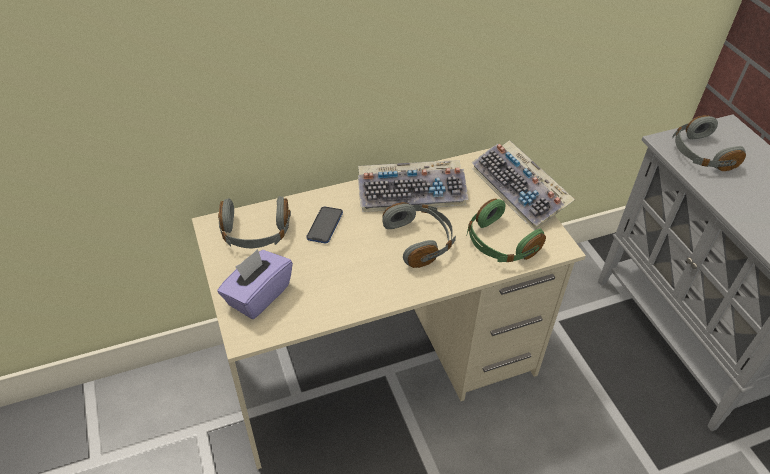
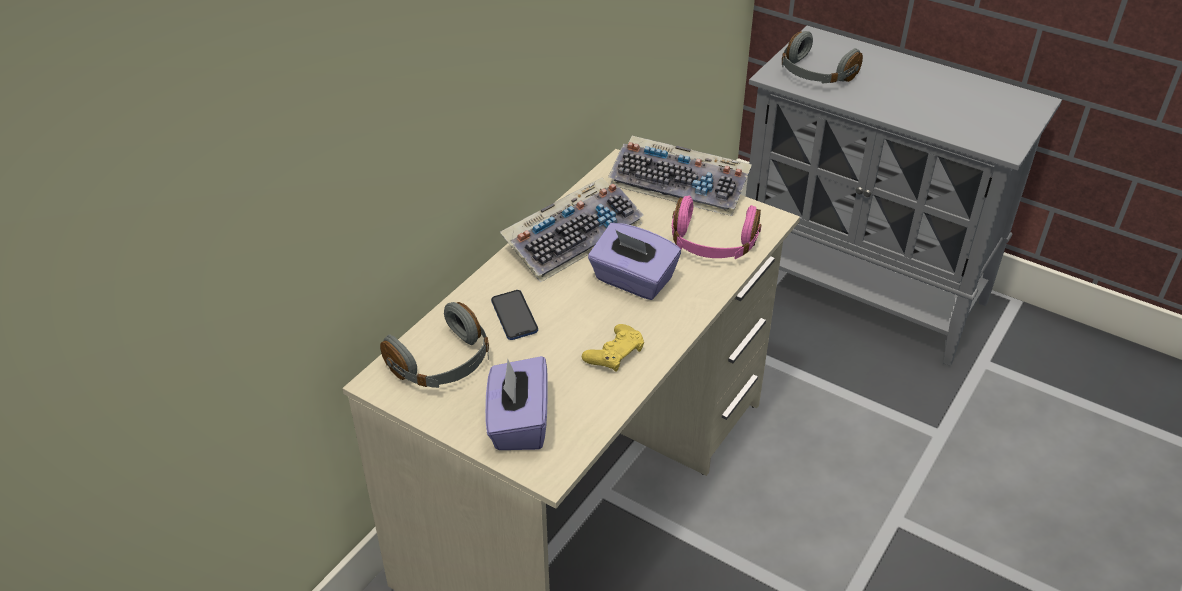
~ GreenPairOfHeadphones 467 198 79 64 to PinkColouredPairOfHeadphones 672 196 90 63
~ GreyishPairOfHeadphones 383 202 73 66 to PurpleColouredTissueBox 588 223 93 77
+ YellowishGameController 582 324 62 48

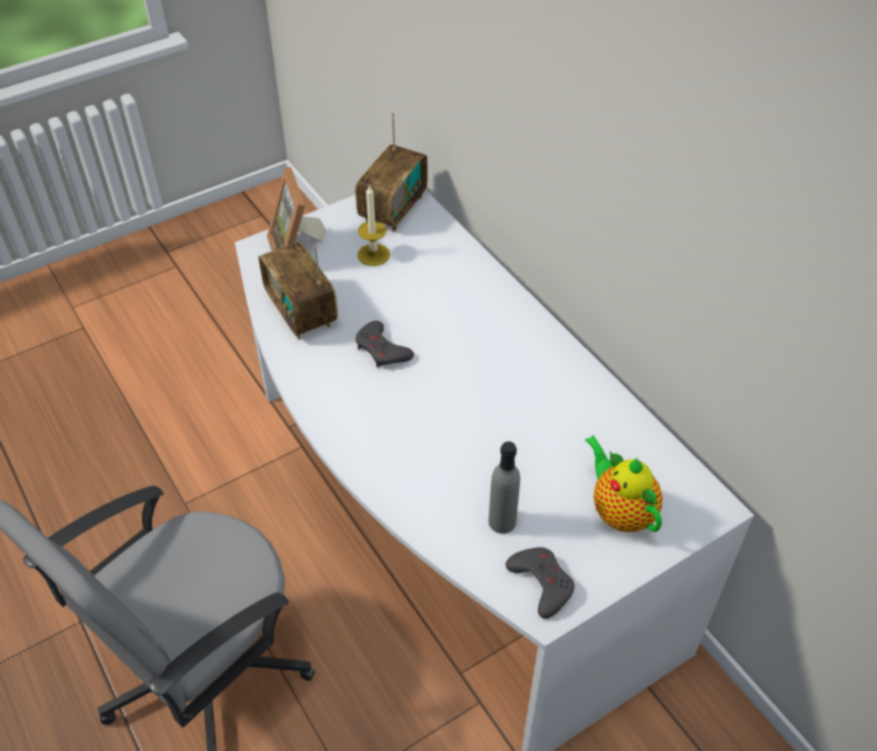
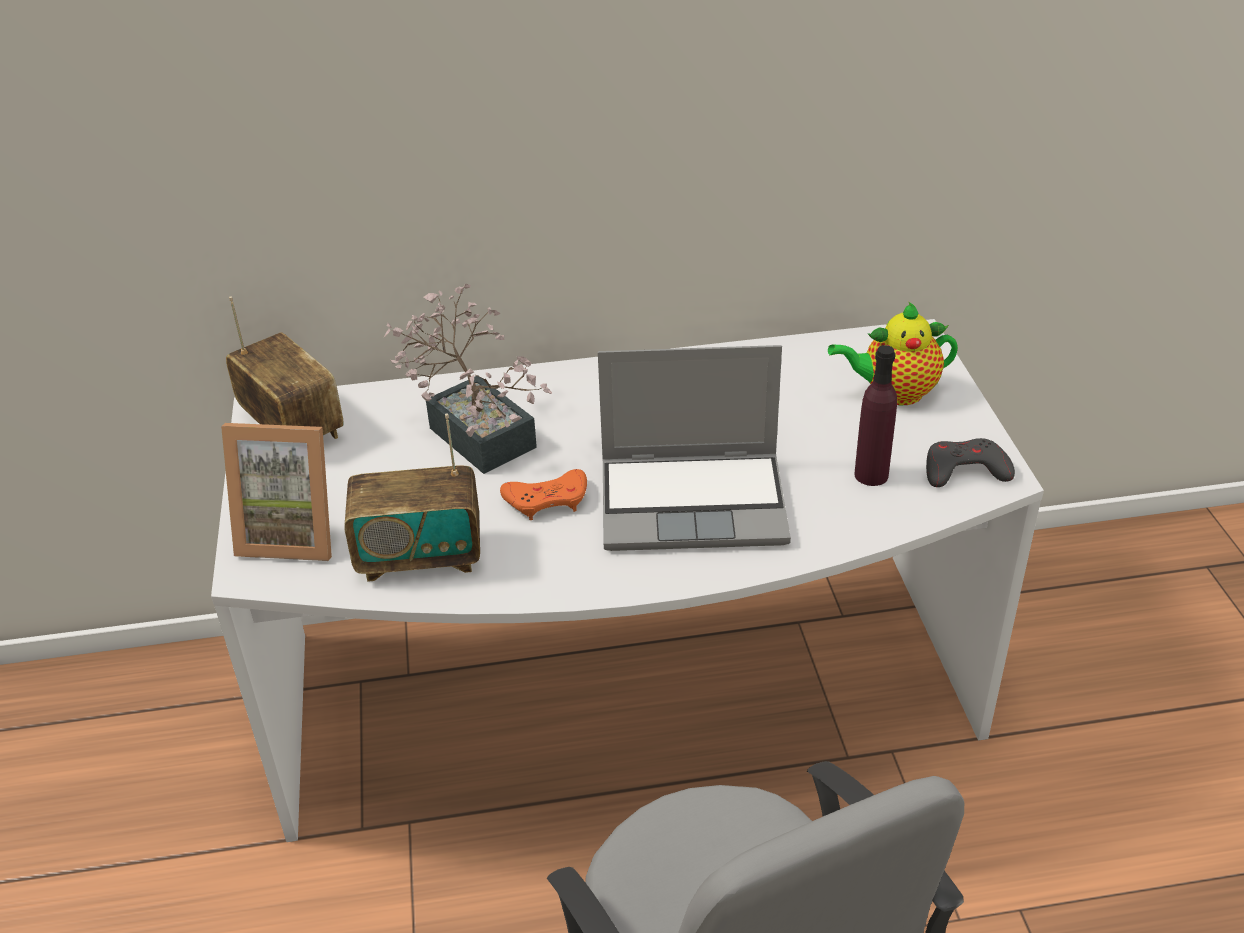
- Candle 357 185 33 81
~ GreyishGameController 356 321 58 46 to OrangeyGameController 500 469 87 51
~ GreyishBottle 489 441 31 93 to PurpleColouredBottle 854 345 43 141
+ PlantInAPot 384 284 168 190
+ NotebookComputer 598 345 193 206

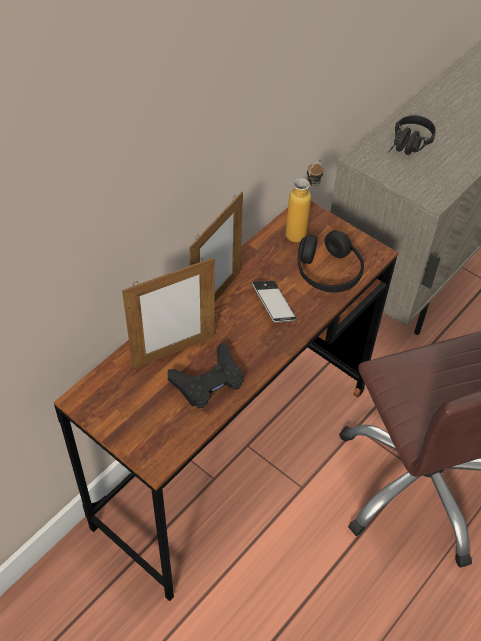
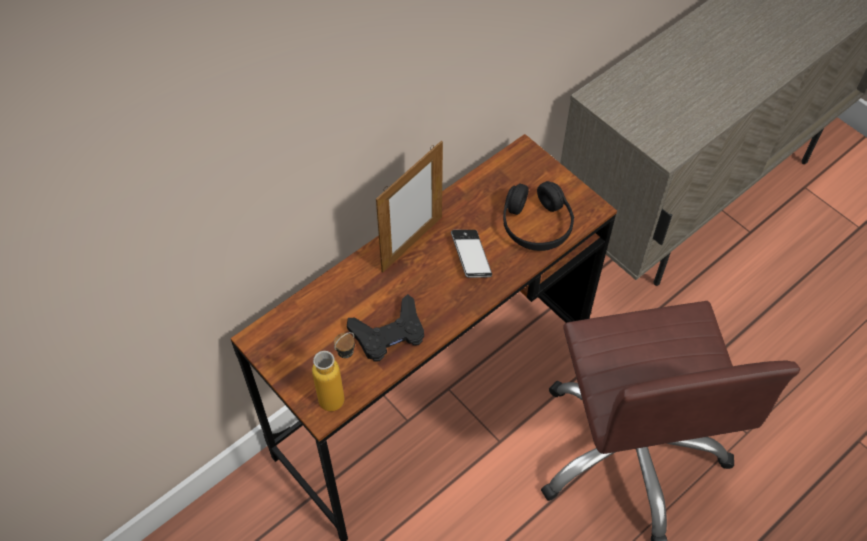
- BlackPairOfHeadphones 388 115 48 40
~ Bottle 286 160 38 82 to 312 332 43 79
- PictureFrame 122 257 92 112

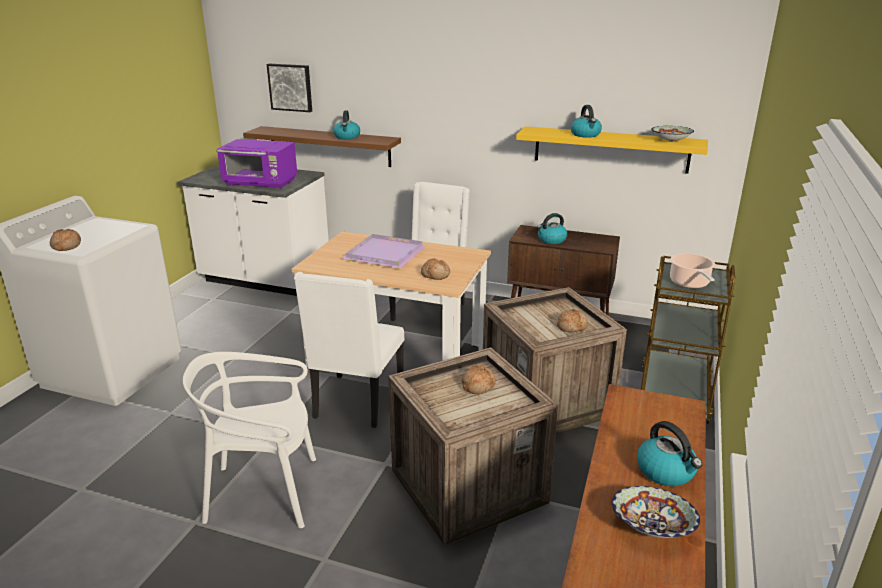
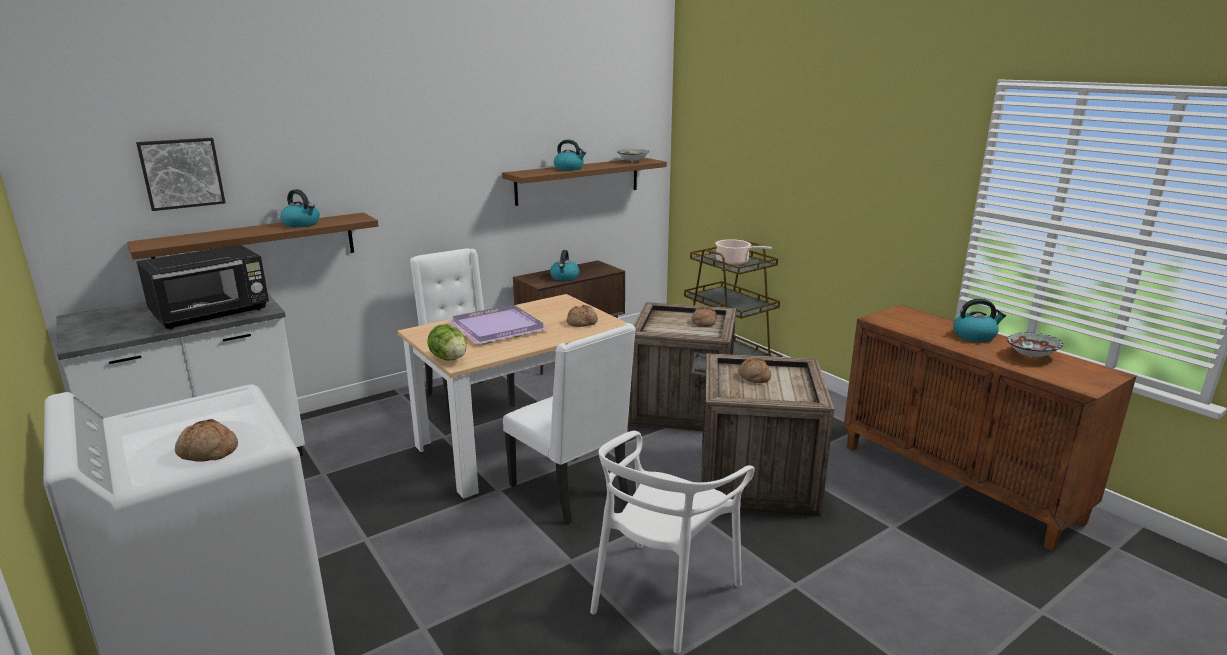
~ YellowishShelf 516 126 192 48 to BrownColouredShelf 502 158 165 48
~ PurpleColouredMicrowave 216 139 81 50 to BlackMicrowave 136 245 133 85
+ LettuceHead 428 324 39 37

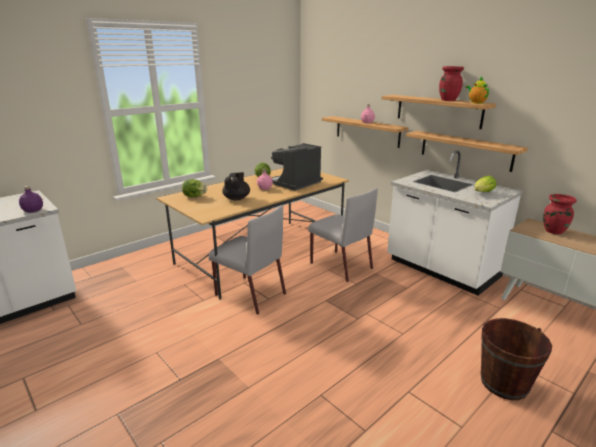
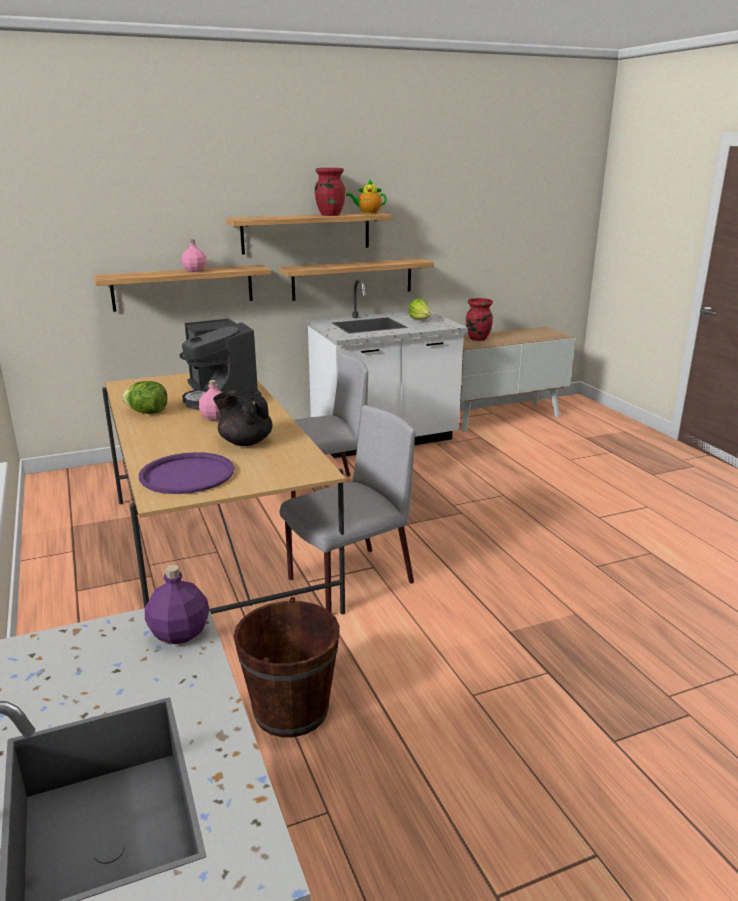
~ LettuceHead 182 179 25 18 to PurpleColouredCarryingTray 139 452 96 42
~ BrownColouredWaterBucket 480 318 72 82 to 233 597 107 140

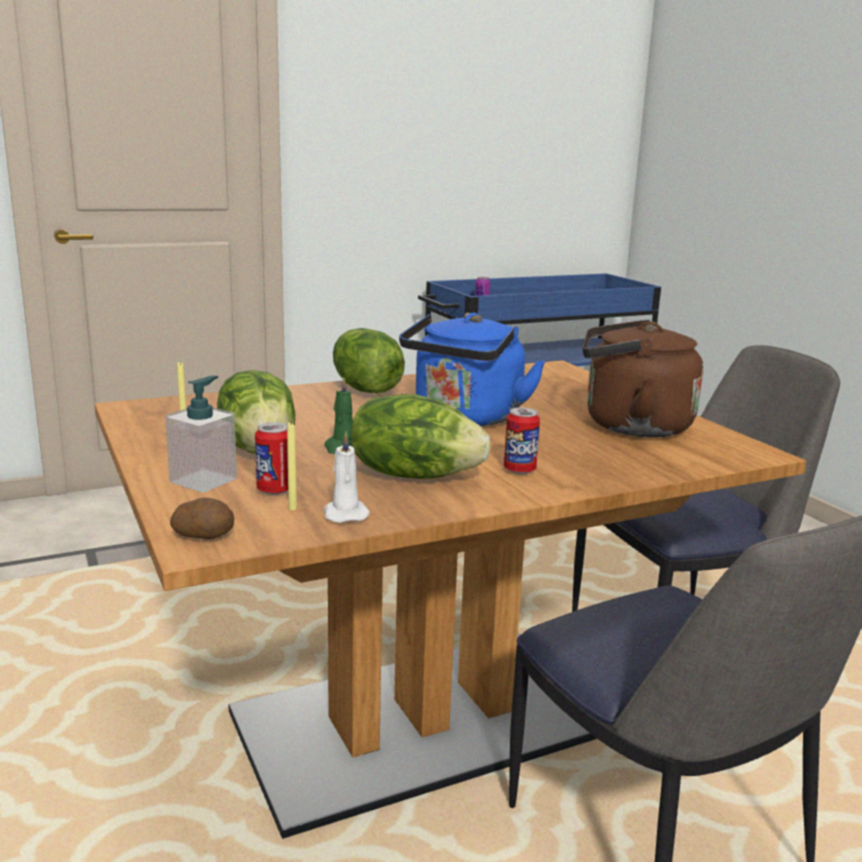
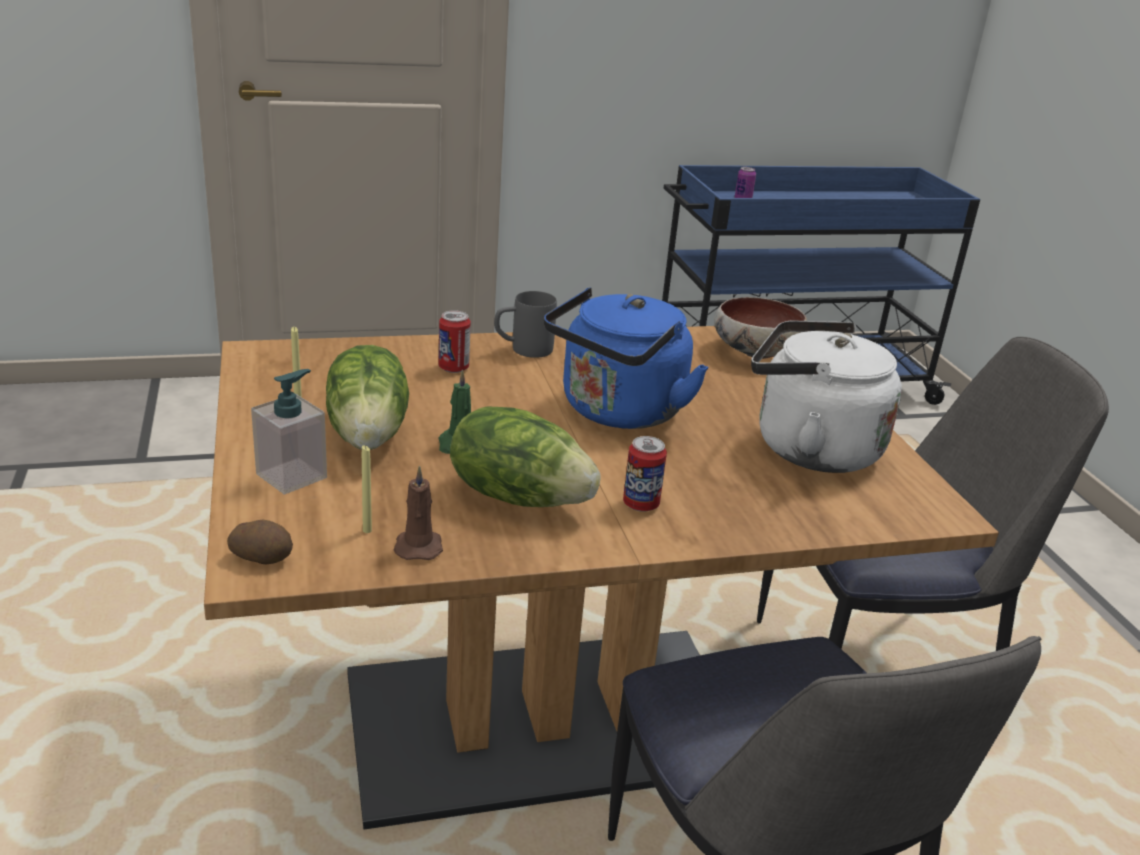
~ BrownColouredWaterKettle 582 320 121 117 to WhiteColouredWaterKettle 751 320 151 153
~ LettuceHead 333 328 72 65 to GreyishCoffeeMug 494 291 63 67
~ MetalCan 255 422 33 73 to 438 310 33 63
~ WhiteColouredCandle 324 431 46 92 to BrownColouredCandle 394 465 49 95
+ ServingBowl 714 297 93 62

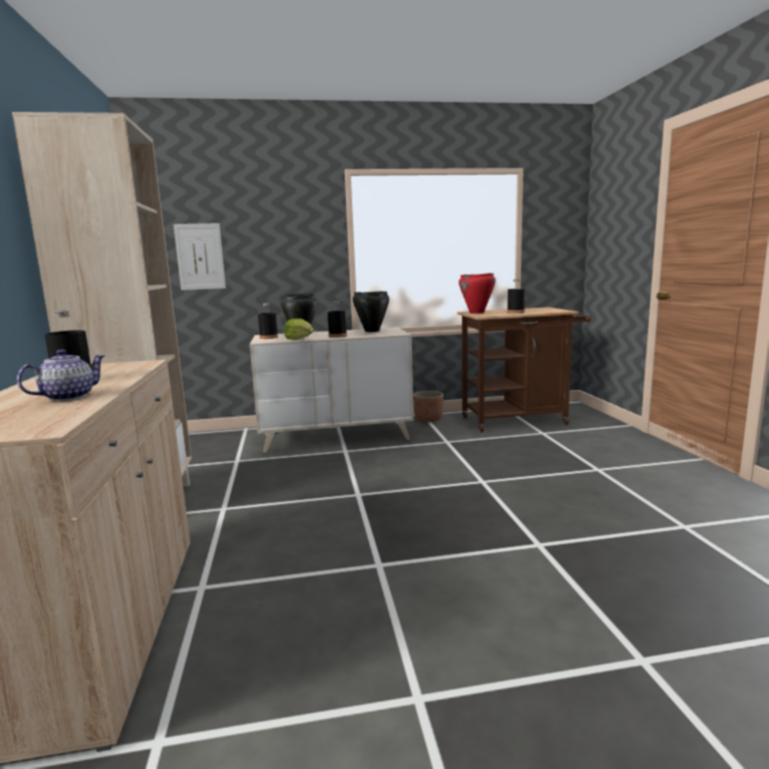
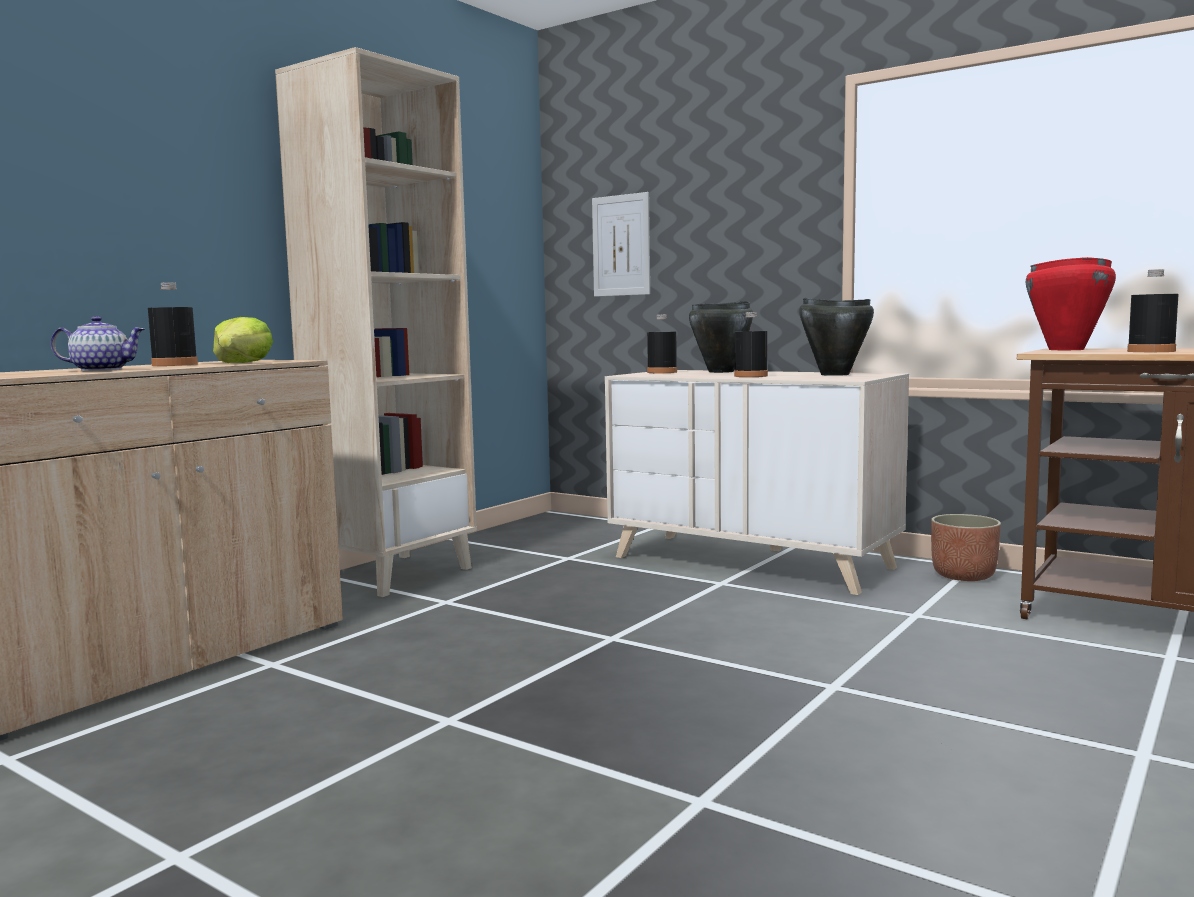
~ LettuceHead 284 318 29 22 to 213 317 60 46

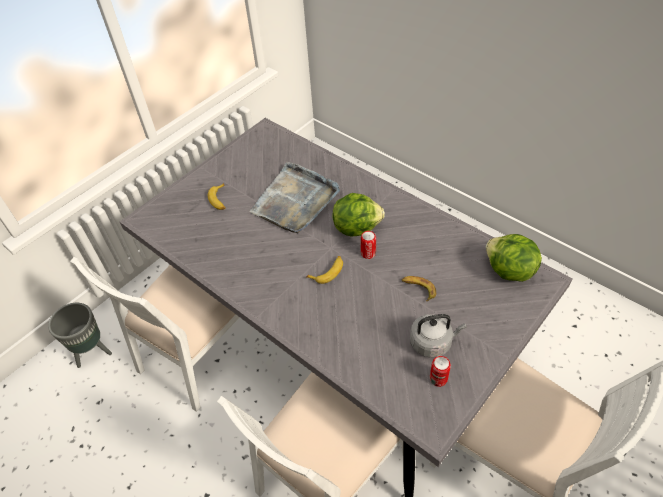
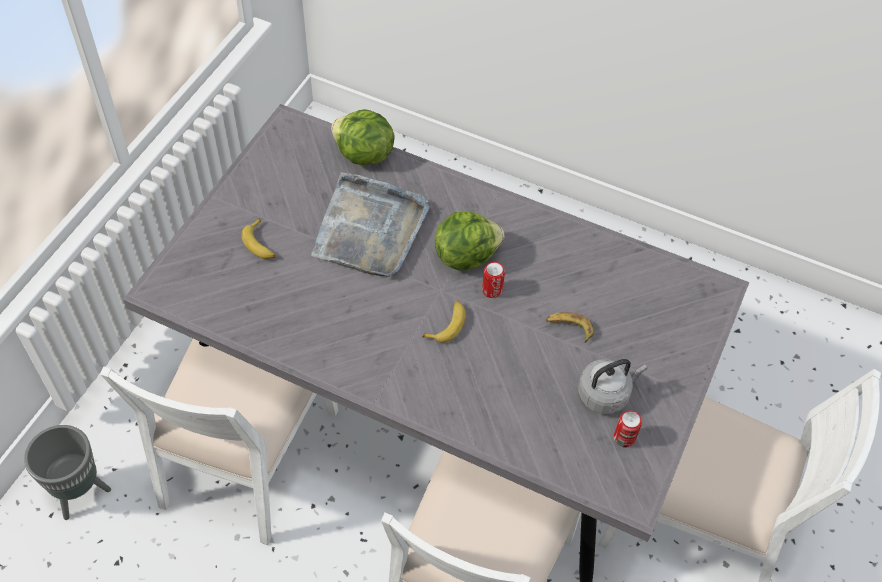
~ LettuceHead 486 234 56 48 to 331 109 64 56

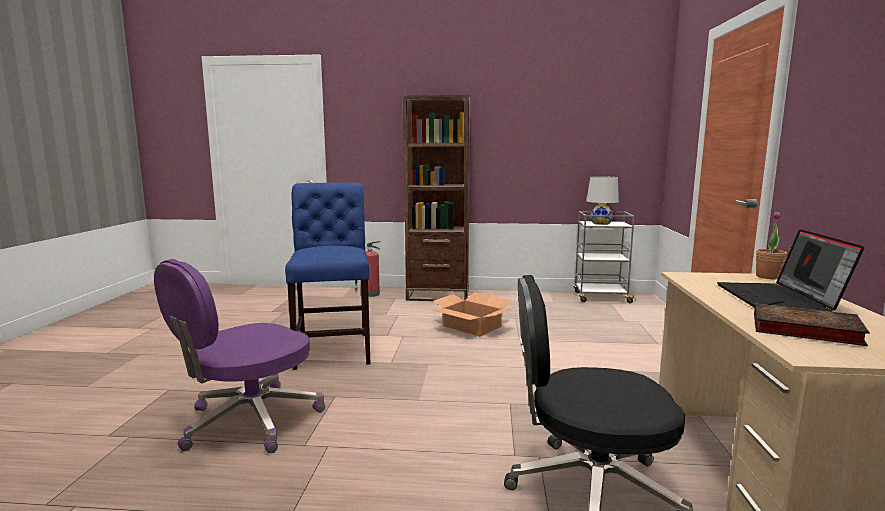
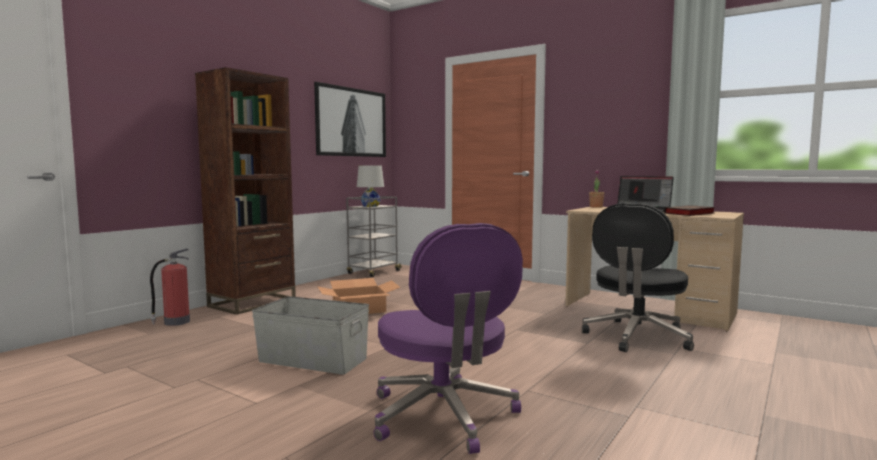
~ BlueColouredChair 285 182 85 188 to GreyishStorageBox 252 296 117 79
+ WallArt 314 82 72 75

